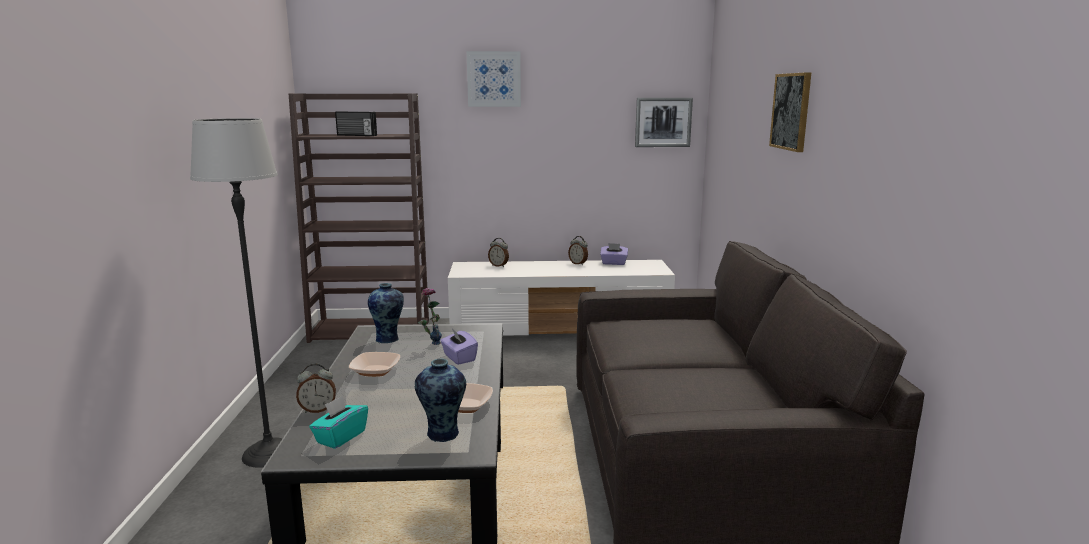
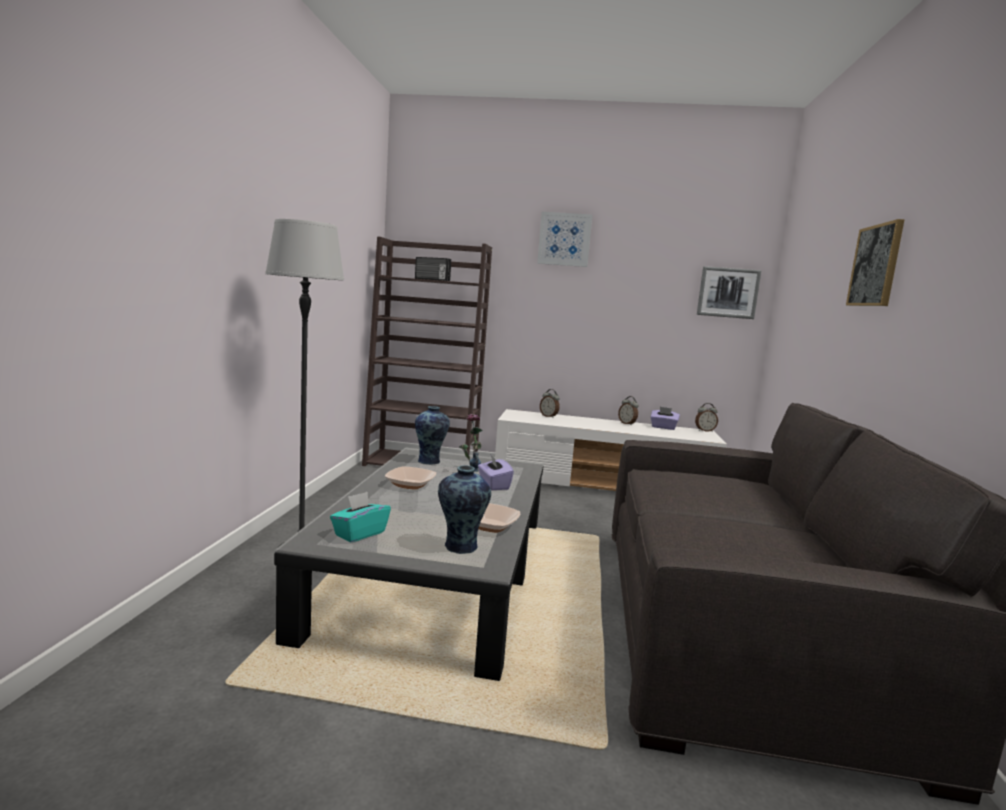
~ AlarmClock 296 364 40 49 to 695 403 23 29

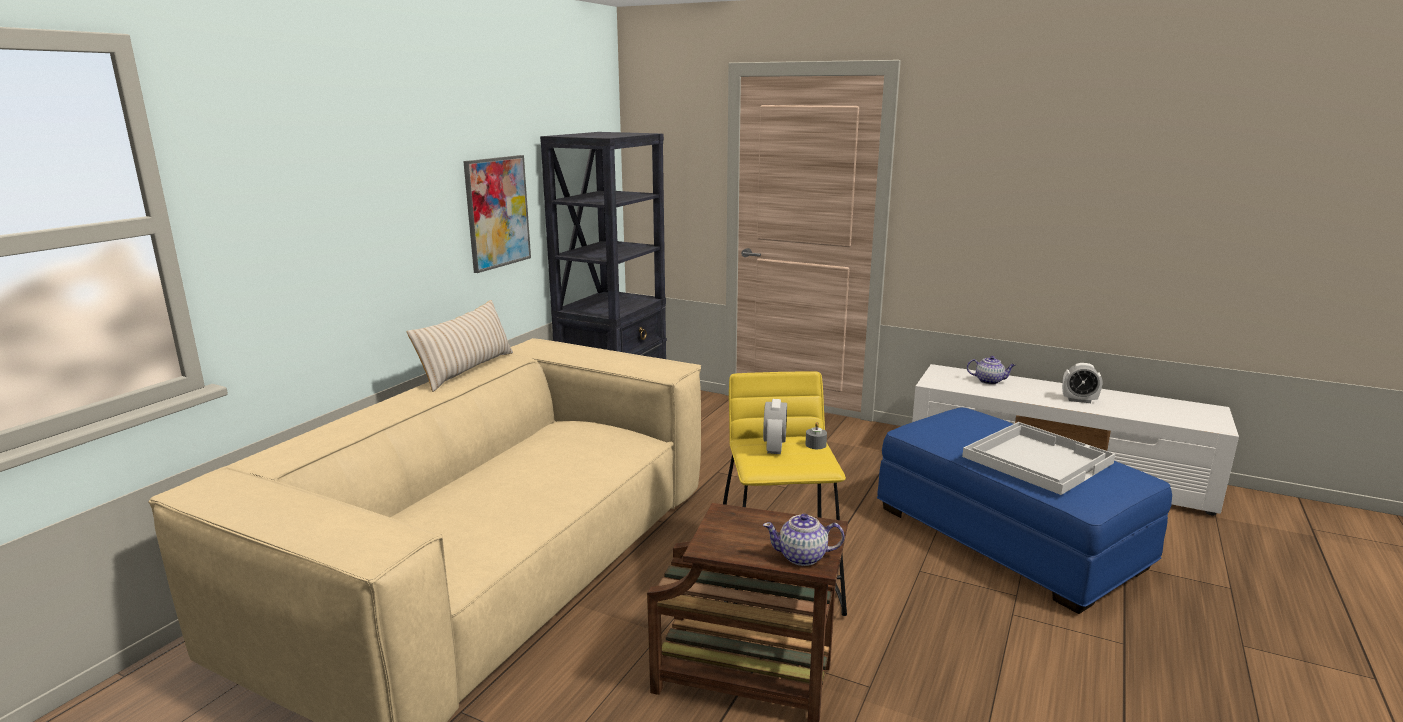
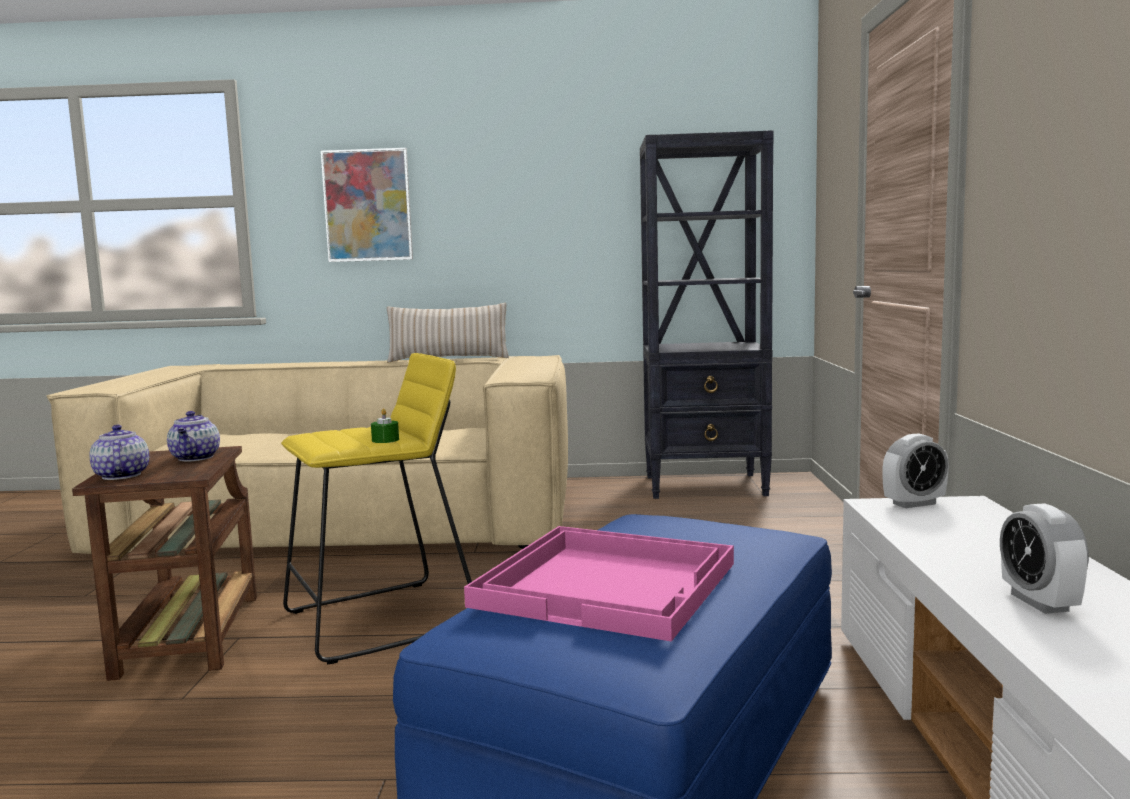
~ WallArt 463 155 68 118 to 321 148 92 114
~ TeaPot 967 356 49 29 to 167 411 53 50
~ AlarmClock 763 399 24 55 to 882 434 67 74
~ GreyishCandle 806 422 21 27 to GreenCandle 371 408 28 35
~ WhiteColouredCarryingTray 962 422 153 73 to PinkColouredCarryingTray 464 526 270 116

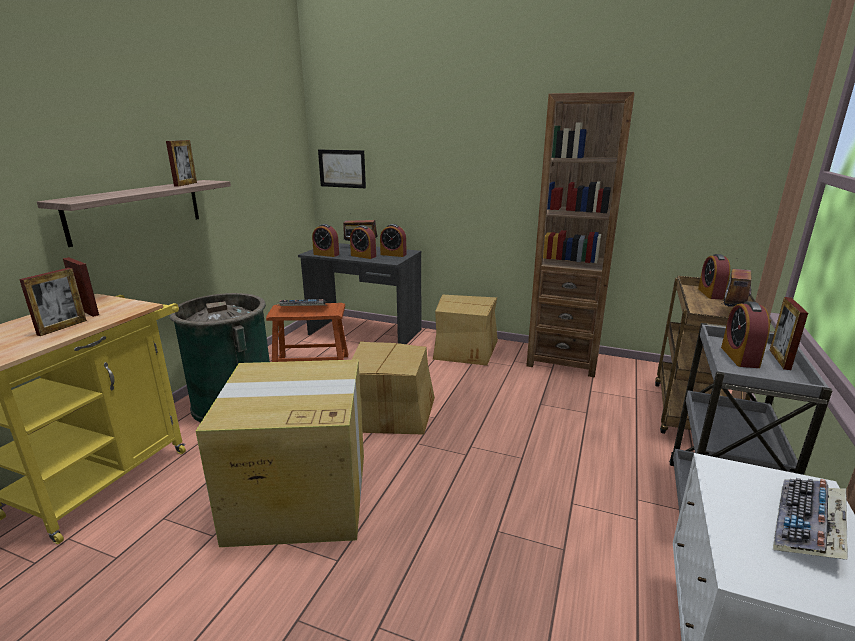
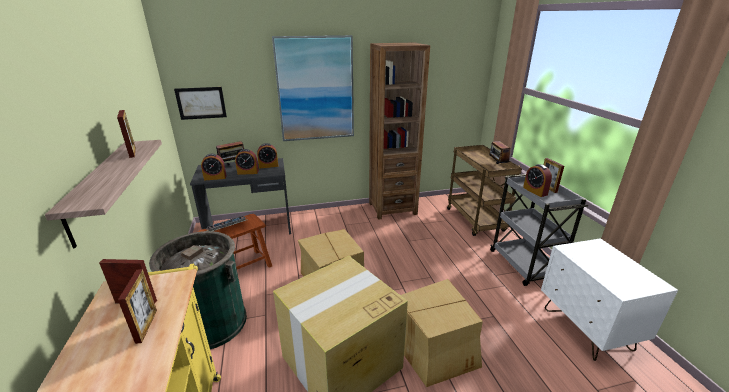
- AlarmClock 698 254 32 46
~ PackingBox 433 295 65 71 to 401 279 82 108
- ComputerKeyboard 773 478 75 82
+ WallArt 272 35 82 106

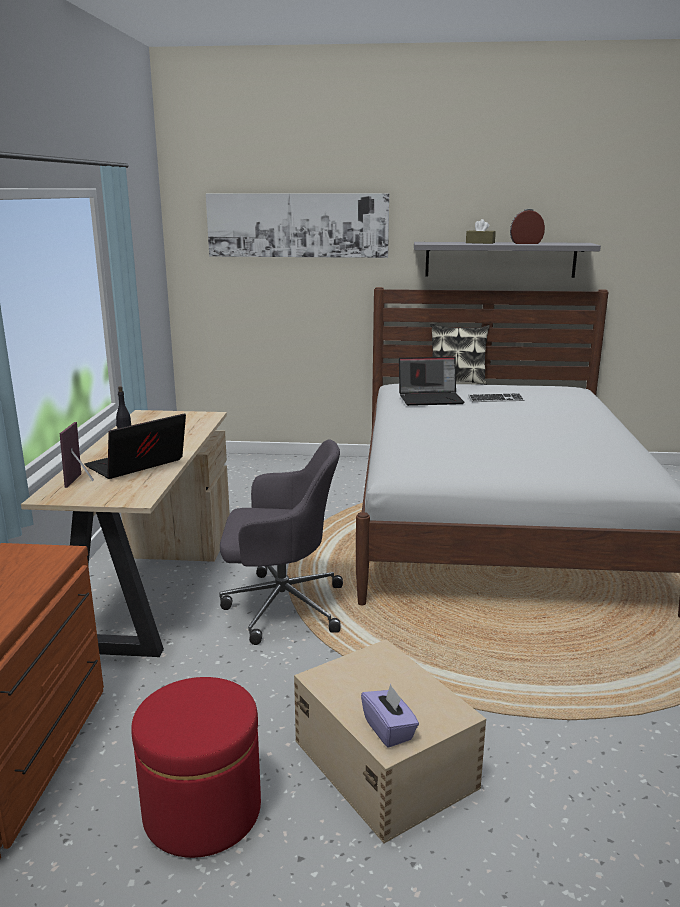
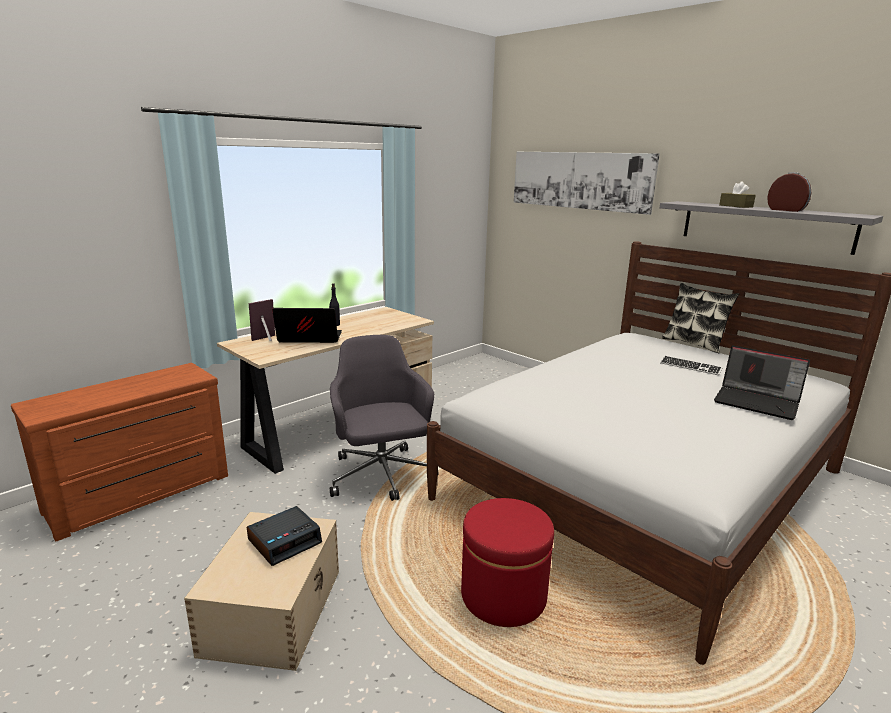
~ NotebookComputer 399 357 66 49 to 714 345 96 75
~ GreyishComputerChair 219 439 124 206 = 330 335 108 166 150 degrees counterclockwise
~ RedPouffe 131 677 130 181 to 461 498 93 129
- PurpleColouredTissueBox 361 684 58 64
+ AlarmClock 247 506 75 60

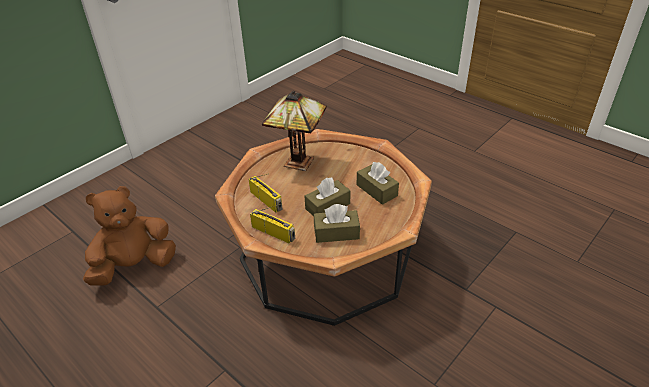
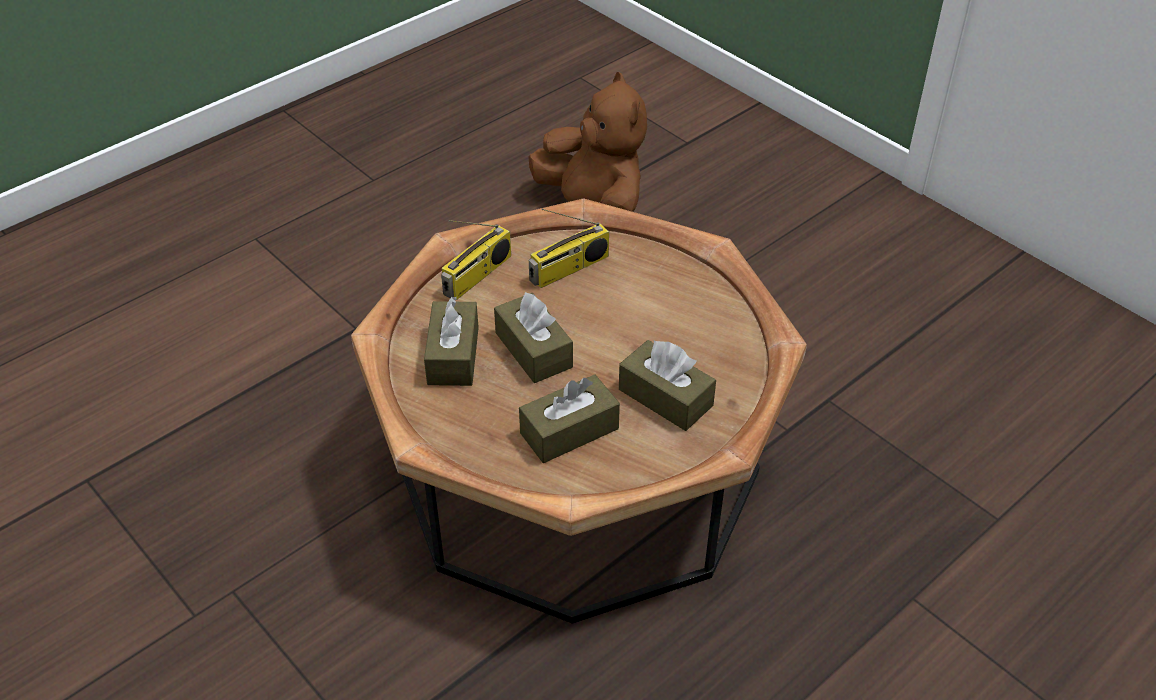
- TableLamp 262 91 65 80
+ BrownColouredTissueBox 619 340 97 91

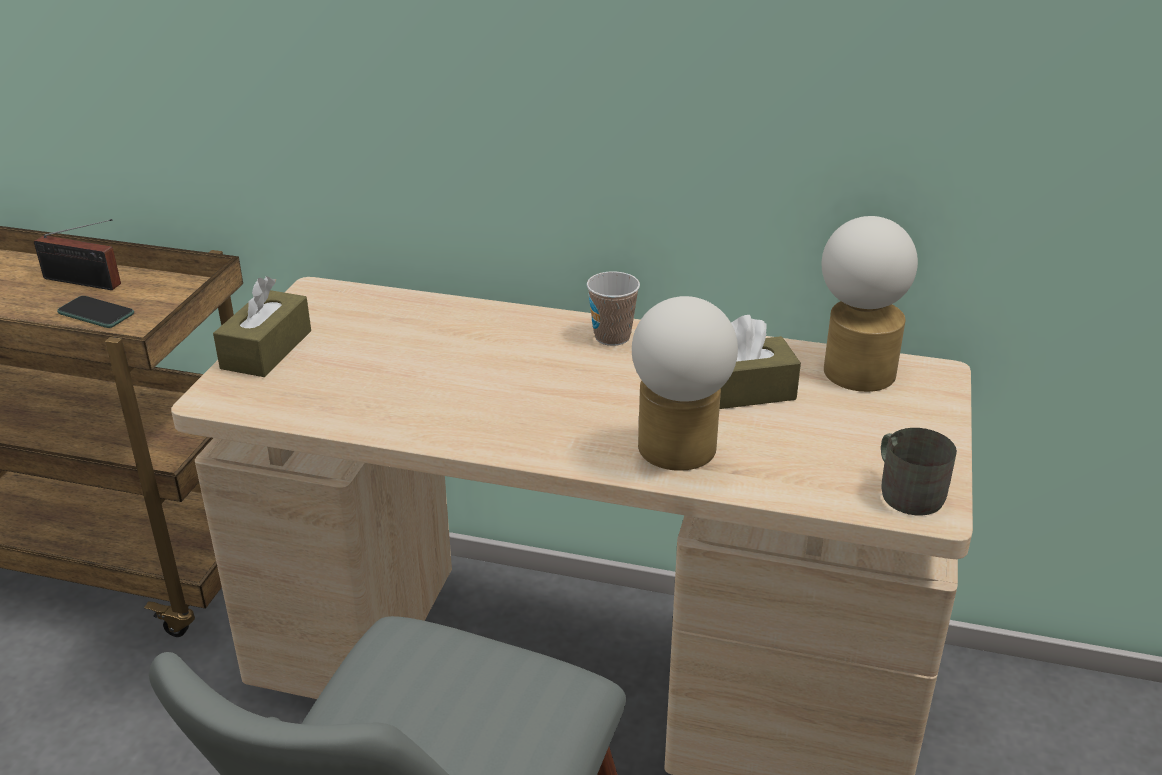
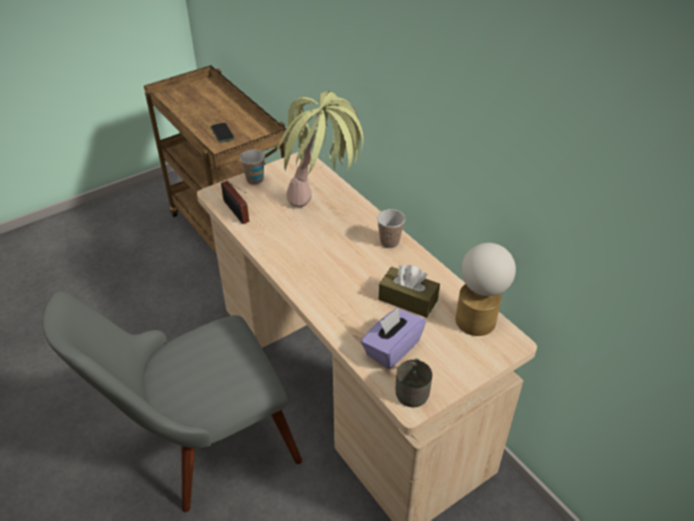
~ RadioSet 34 219 87 71 to 221 181 28 43
~ BrownColouredTissueBox 213 276 98 101 to SmallCup 240 149 25 36
- TableLamp 632 296 106 175
+ PlantInAPot 276 91 88 116
+ PurpleColouredTissueBox 361 308 65 61

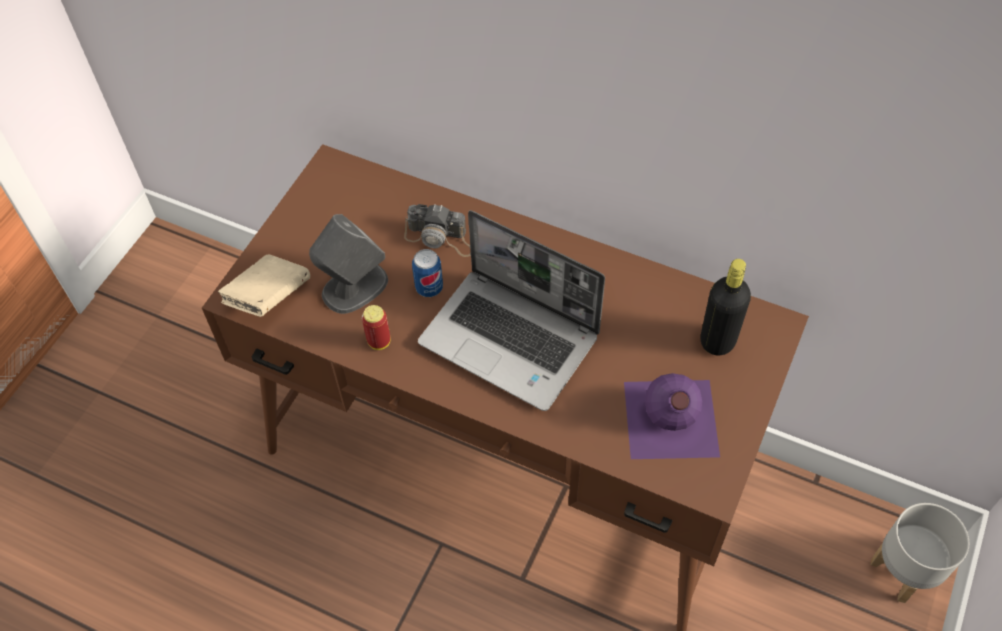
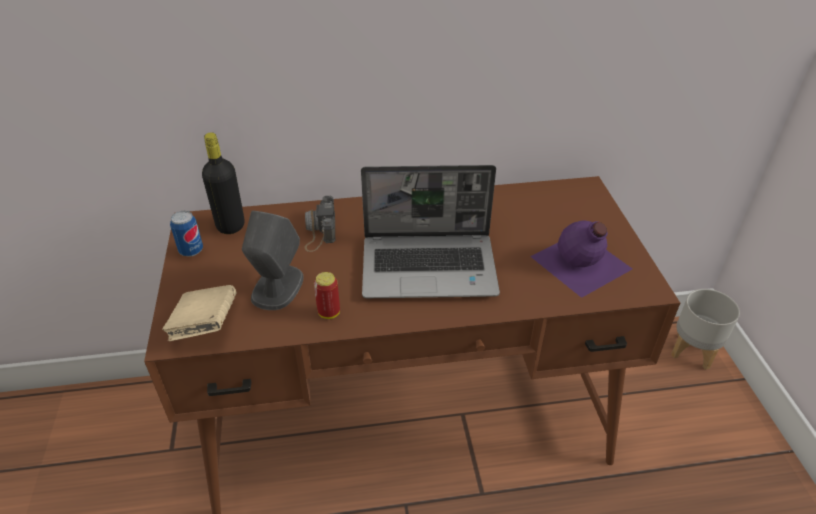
~ StillCamera 404 204 67 53 = 304 196 31 56 105 degrees clockwise
~ MetalCan 412 249 31 48 to 170 211 33 46
~ BlackBottle 700 259 51 96 to 202 132 43 102

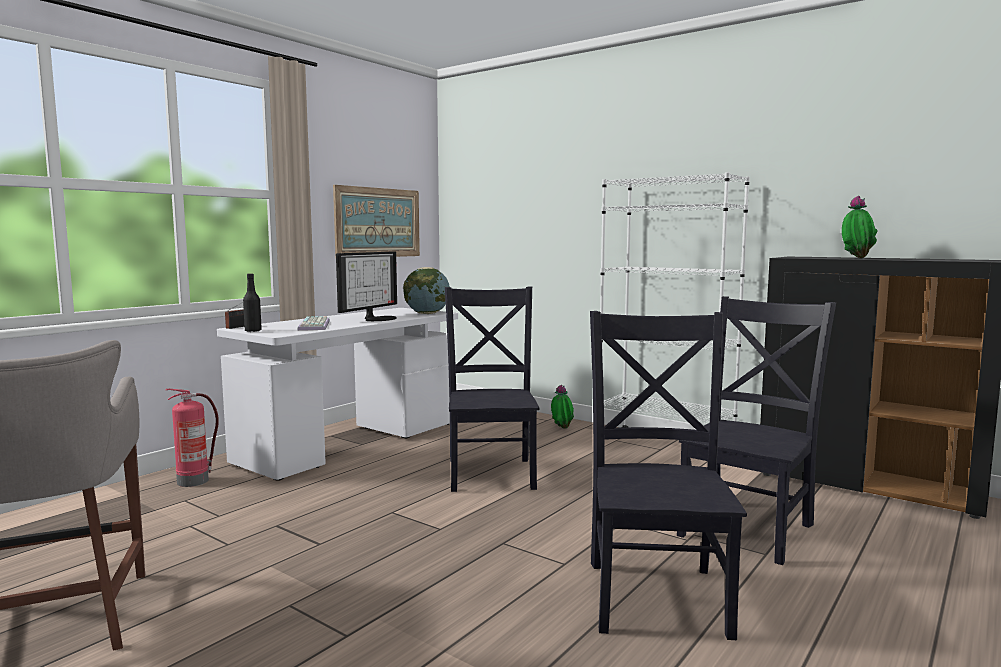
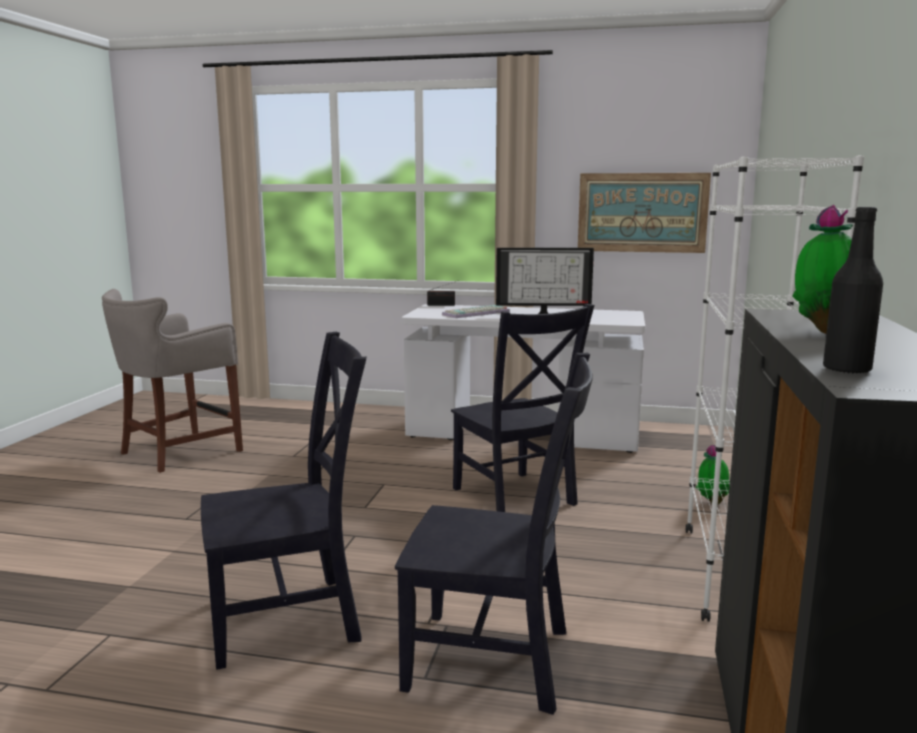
- DeskGlobe 403 267 47 47
~ BlackBottle 243 274 19 58 to 823 207 60 167
~ BlackChair 445 287 94 205 = 451 304 143 208 90 degrees clockwise
- Extinguisher 165 389 54 98

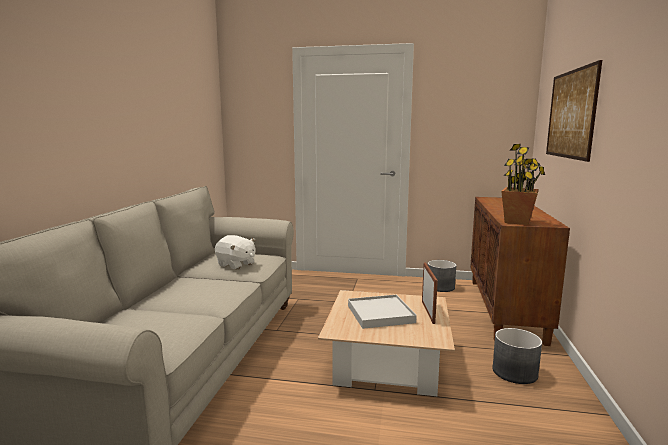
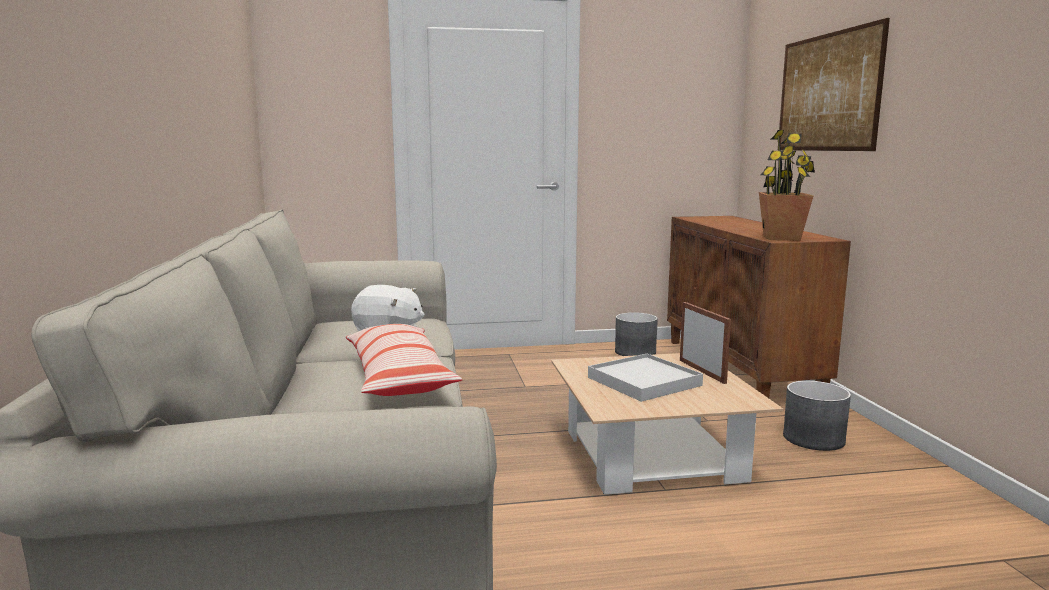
+ Pillow 346 324 117 72

